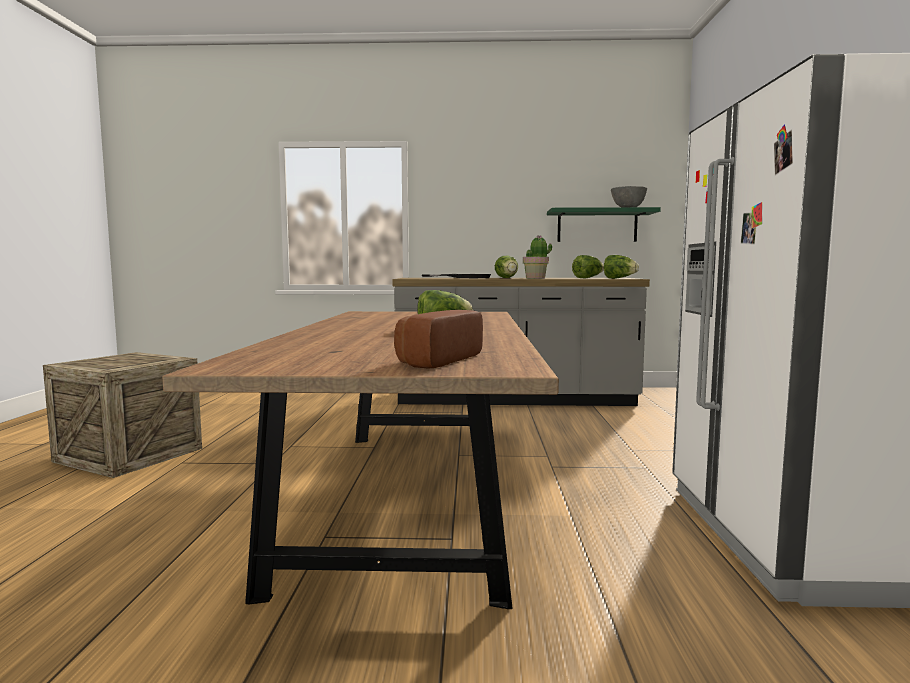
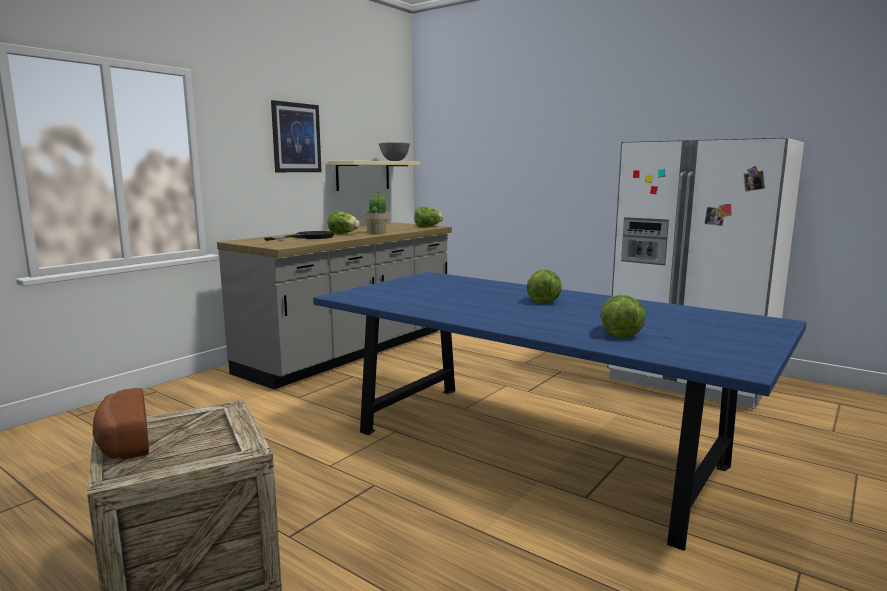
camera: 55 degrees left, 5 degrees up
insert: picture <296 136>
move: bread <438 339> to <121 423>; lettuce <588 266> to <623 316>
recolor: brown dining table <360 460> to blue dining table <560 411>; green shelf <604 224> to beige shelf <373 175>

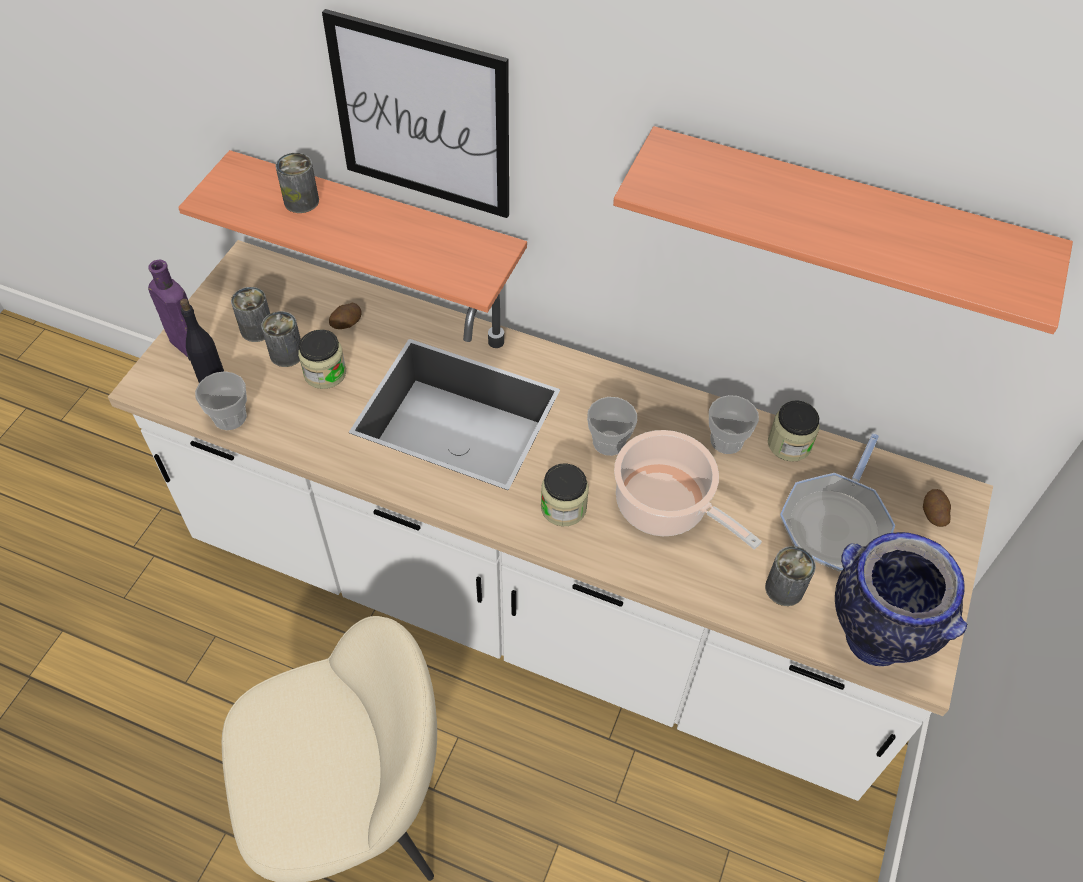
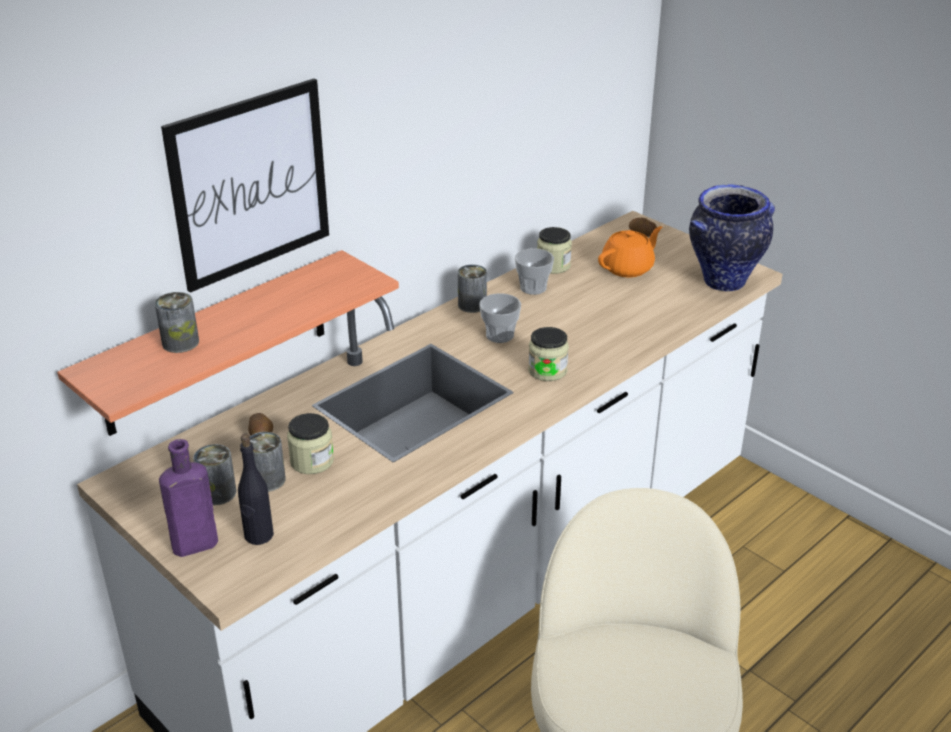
camera: 65 degrees left, 20 degrees down
delete: cup <221 400>; shelf <843 230>; cooking pot <688 490>
move: can <790 576> to <472 289>
replace: frying pan <837 502> to orange teapot <630 251>

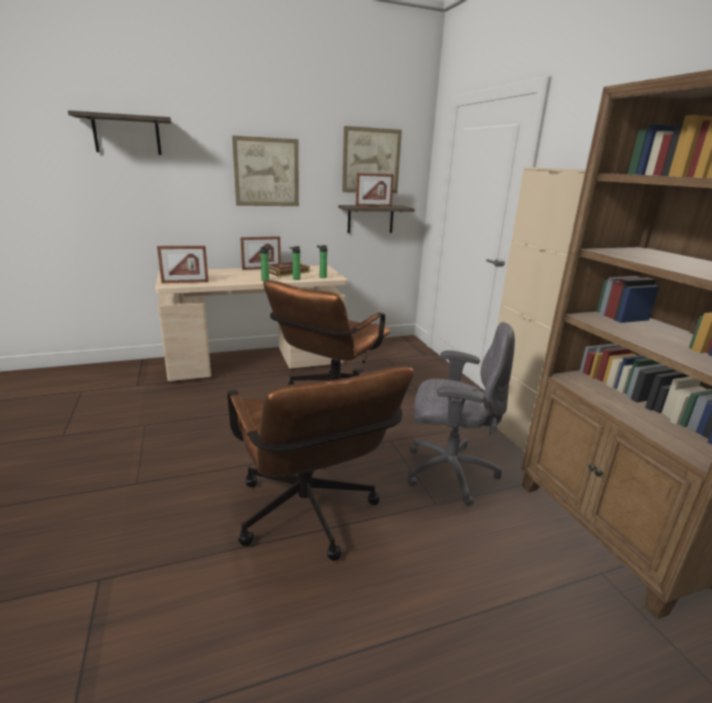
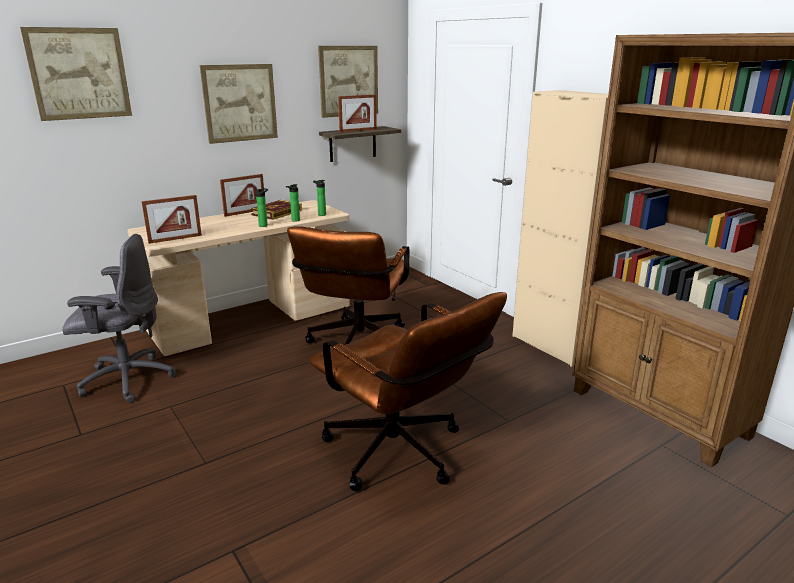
camera: 15 degrees left, 0 degrees up
move: grey office chair <461 414> to <119 318>
replace: shelf <119 132> to picture <76 74>

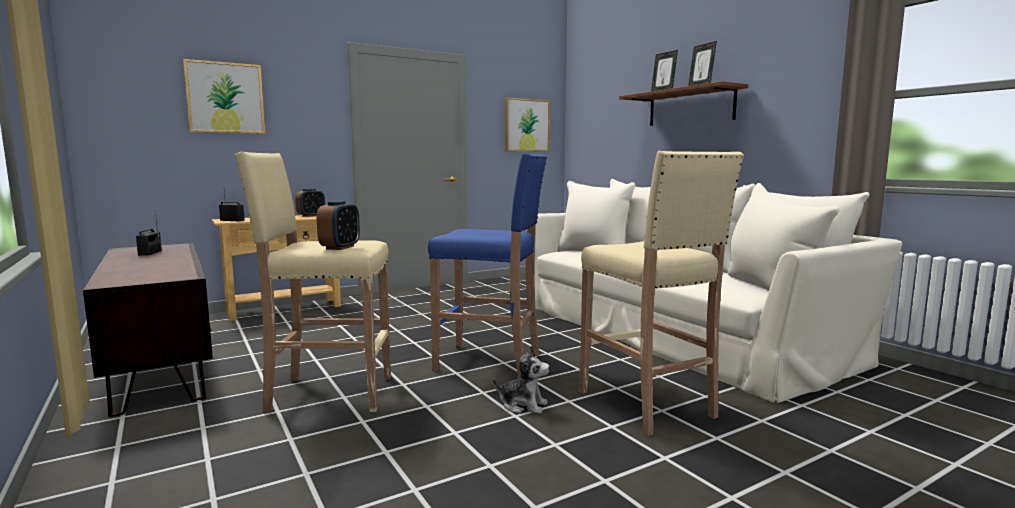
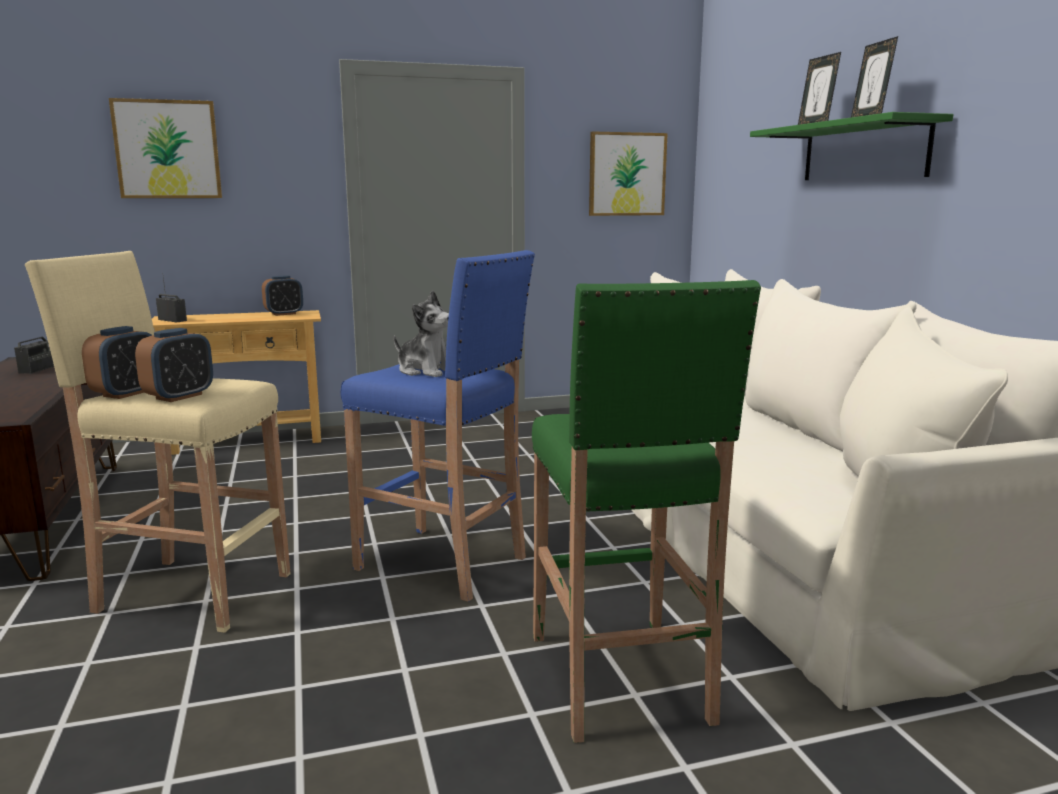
camera: 15 degrees right, 5 degrees up
insert: alarm clock <117 362>
move: plush toy <521 380> to <421 334>
recolor: beige stool <661 293> to green stool <646 511>; brown shelf <683 103> to green shelf <851 146>

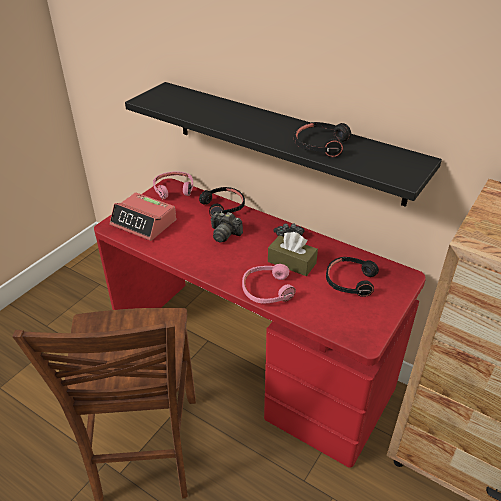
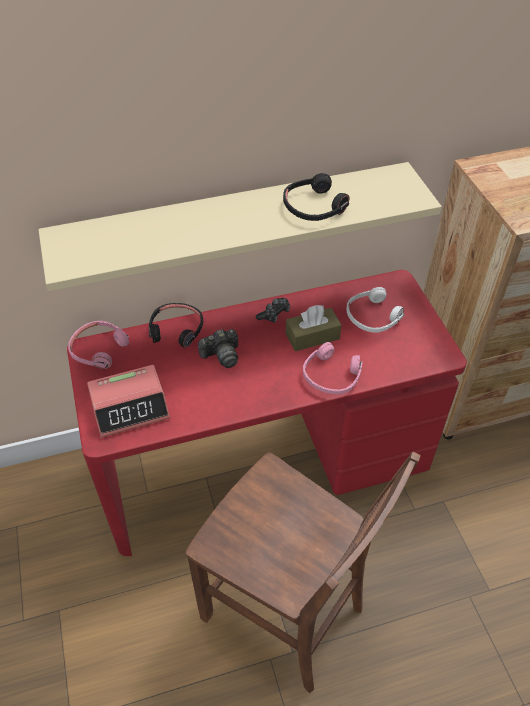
camera: 50 degrees left, 10 degrees up
recolor: black shelf <283 144> to beige shelf <240 226>; black headphones <352 277> to white headphones <375 310>

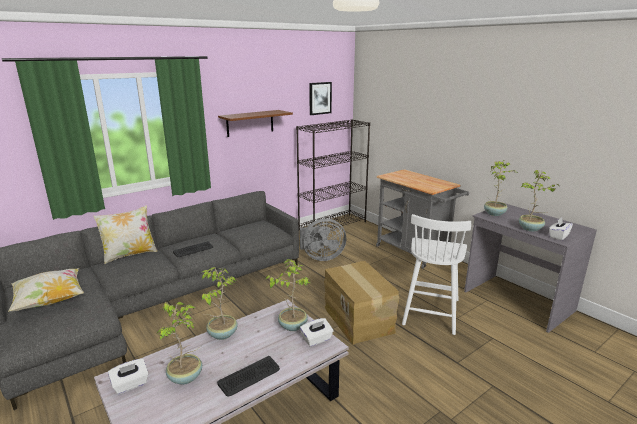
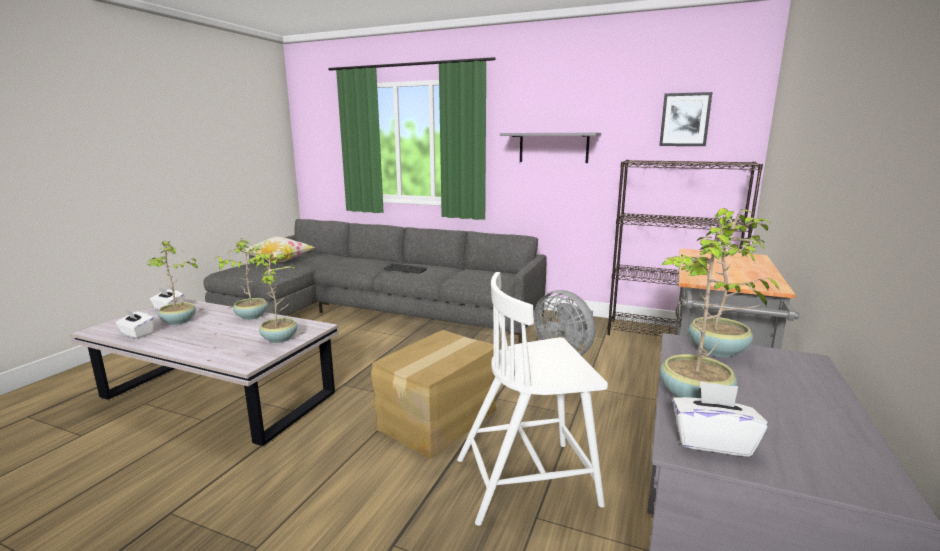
camera: 60 degrees right, 5 degrees down
delete: pillow <125 234>; keyboard <248 376>
move: white tissue box <316 332> to <134 324>
recolor: brown shelf <255 123> to grey shelf <550 148>

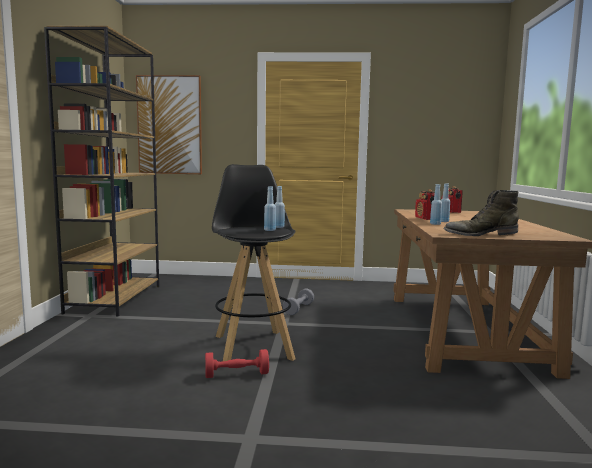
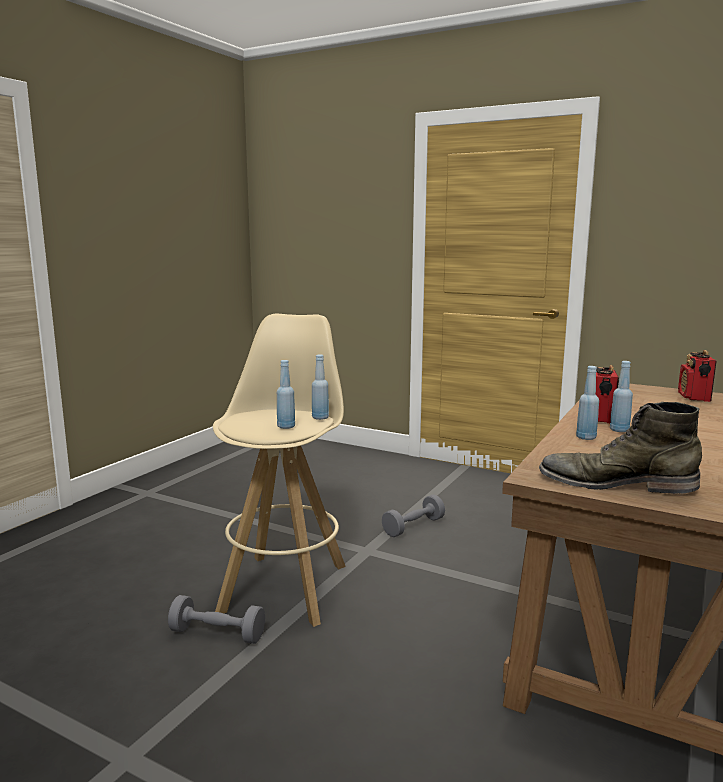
camera: 25 degrees right, 5 degrees up
delete: brown bookcase <101 171>; picture <169 124>
recolor: red dumbbell <237 363> to grey dumbbell <216 619>; black stool <253 262> to beige stool <279 470>

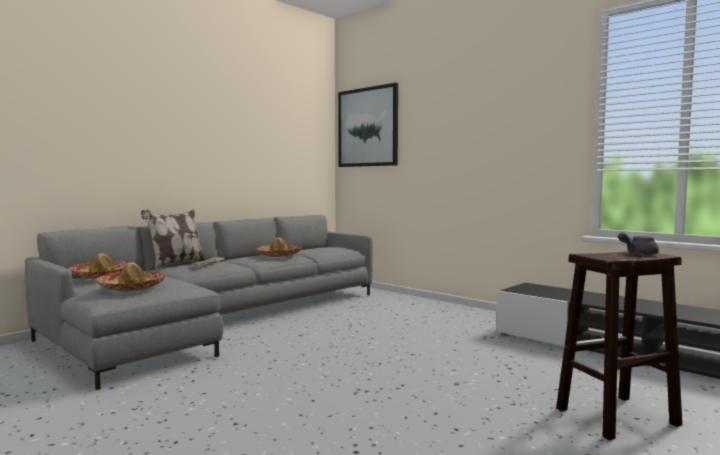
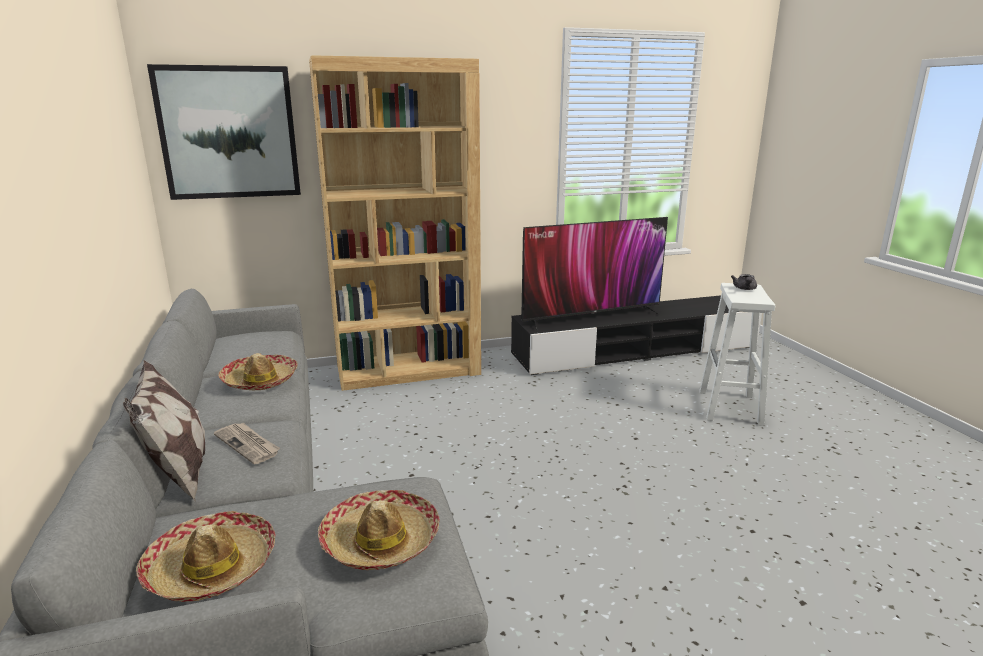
camera: 60 degrees left, 15 degrees up
insert: brown bookcase <395 223>; television <594 275>
recolor: brown stool <619 345> to white stool <737 354>

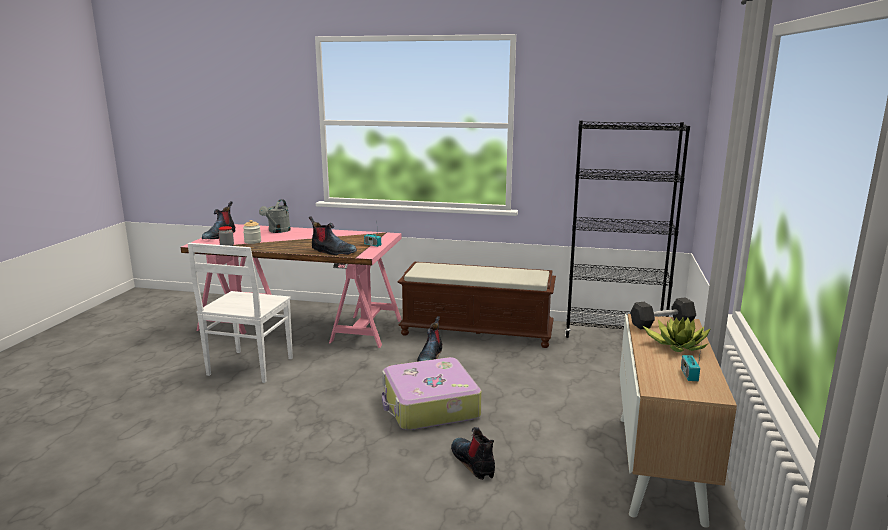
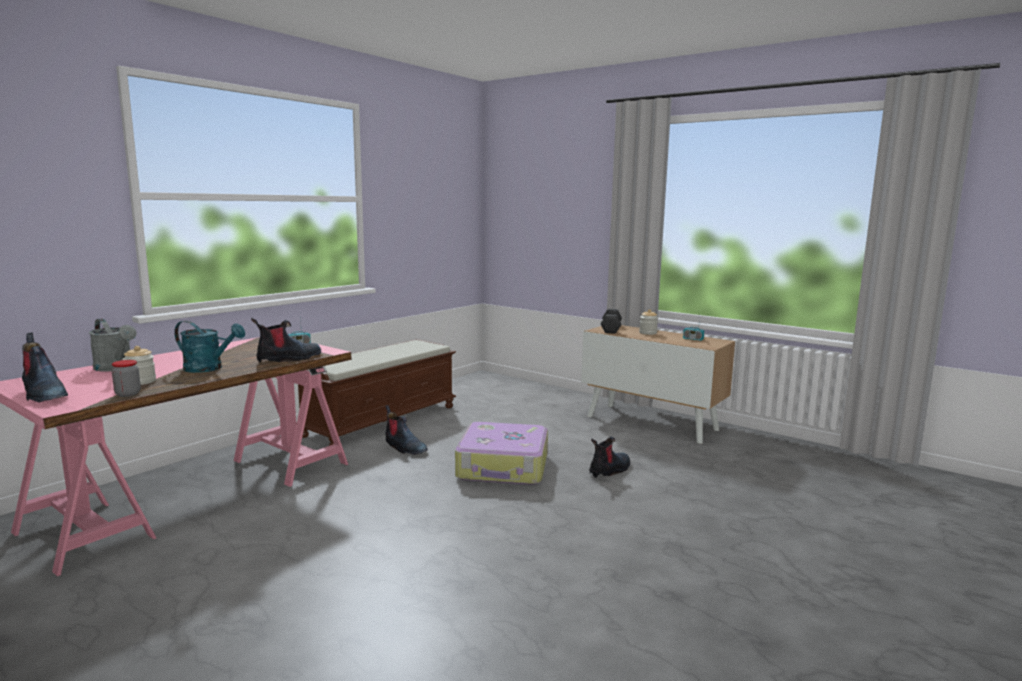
camera: 65 degrees left, 5 degrees down
delete: white chair <240 313>; black bookcase <627 229>
insert: turquoise watering can <209 347>
replace: potted plant <676 334> to jar <648 322>
rotate: boot <473 453> = <609 457> 135 degrees clockwise

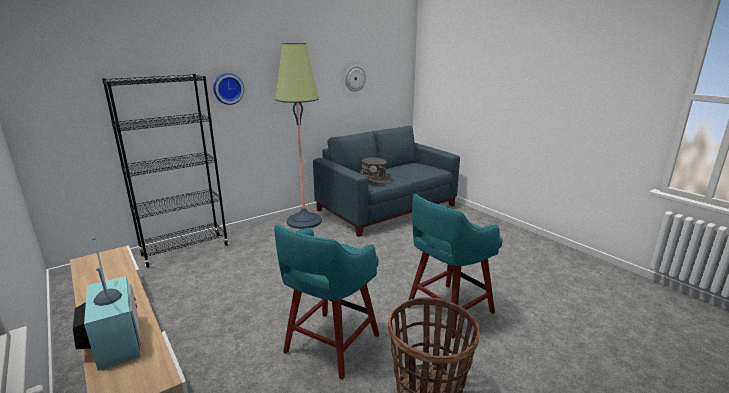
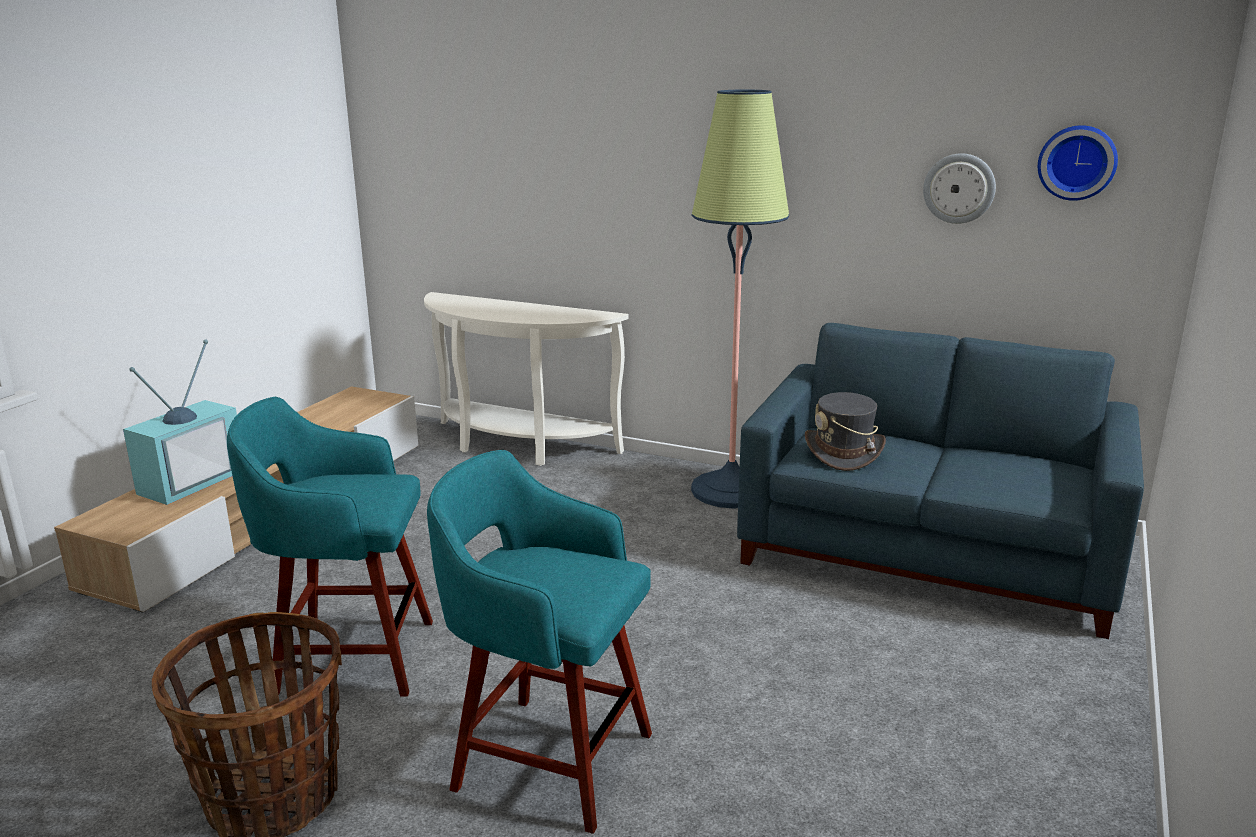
camera: 60 degrees right, 0 degrees up
move: wall clock <228 89> to <1078 163>
replace: black bookcase <165 171> to white console table <526 379>

